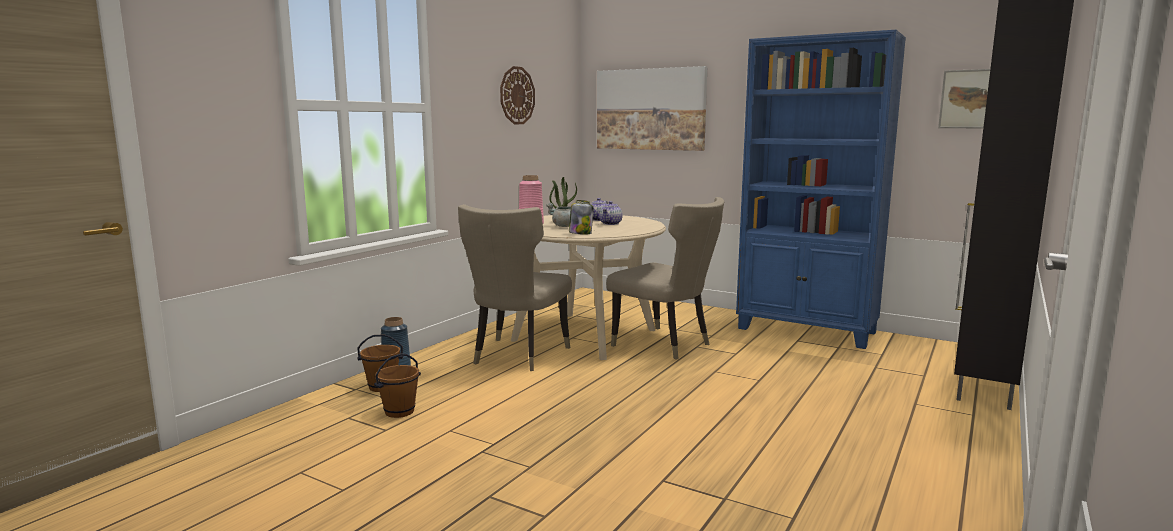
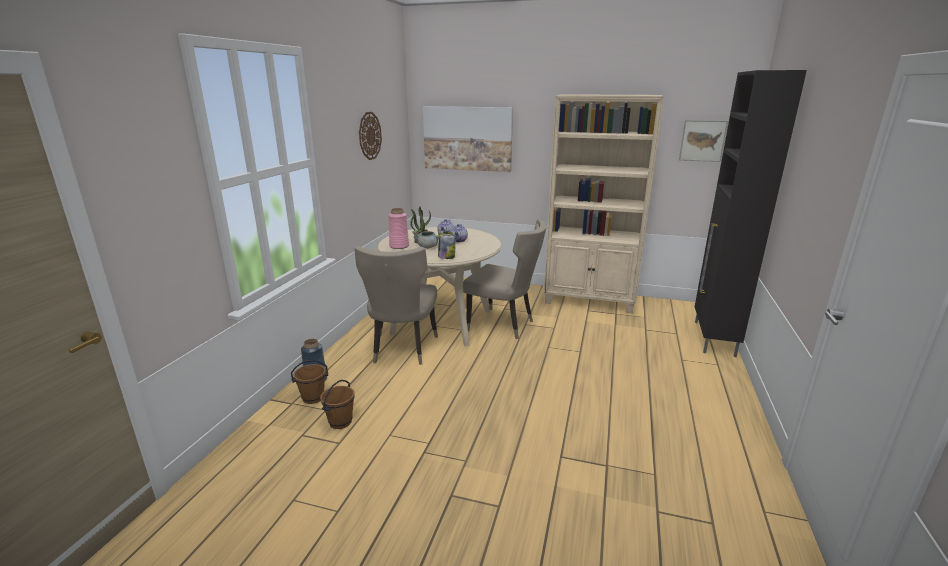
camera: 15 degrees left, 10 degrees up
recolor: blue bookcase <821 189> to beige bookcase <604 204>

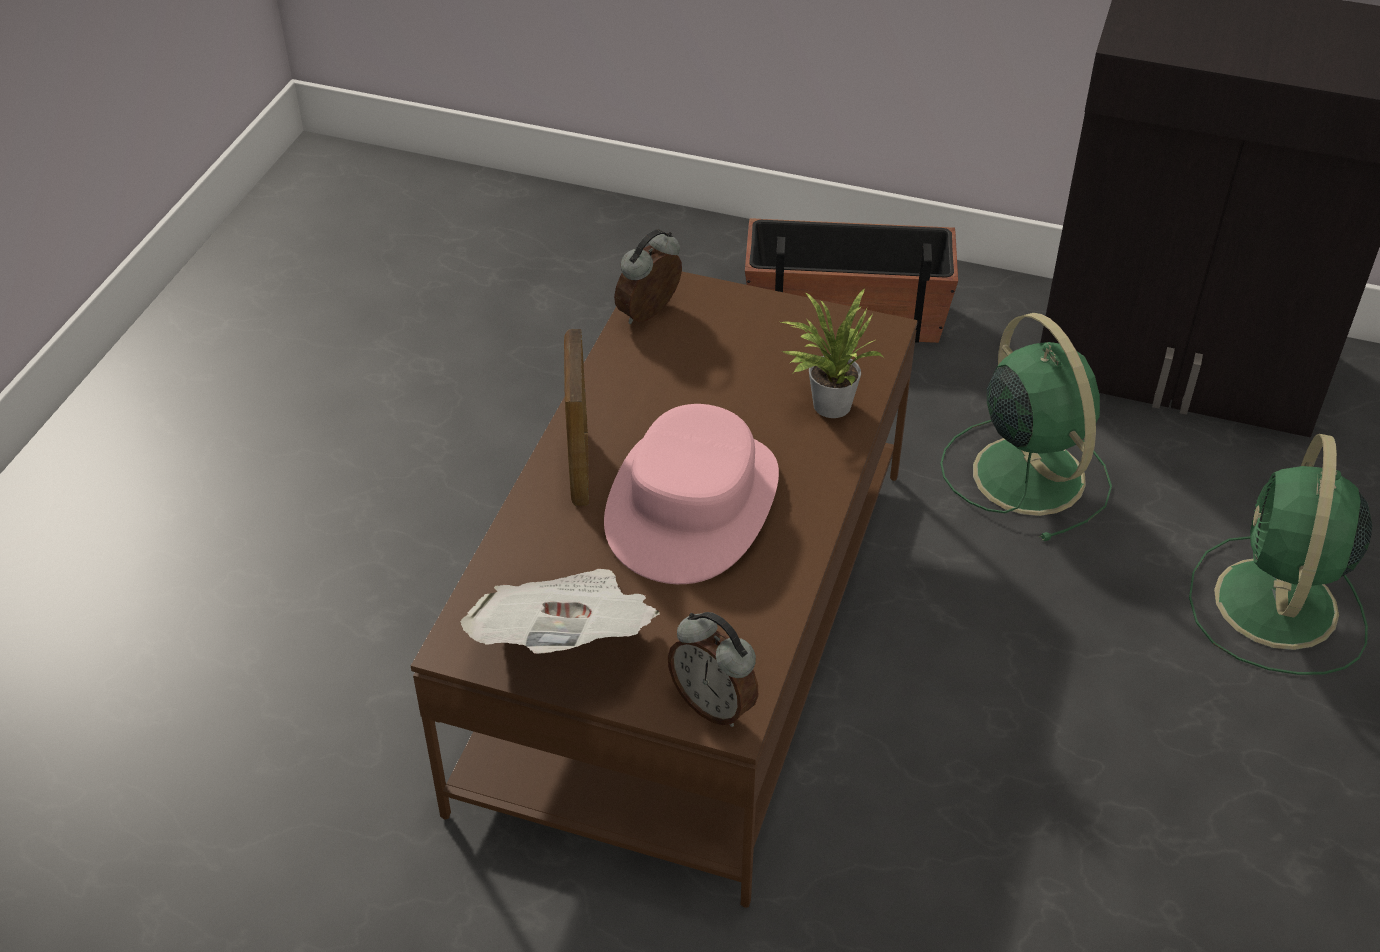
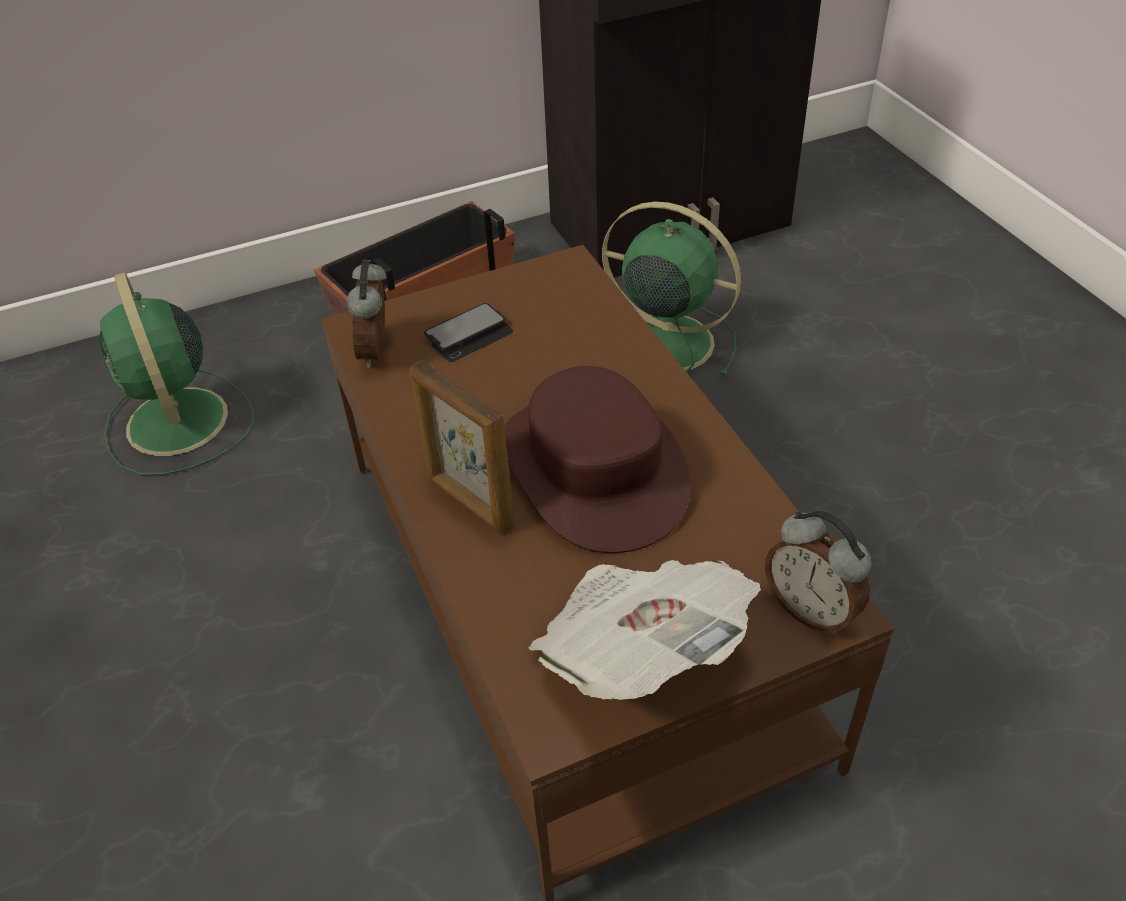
camera: 40 degrees left, 0 degrees up
delete: potted plant <832 353>
insert: phone <468 332>
move: green fan <1280 554> to <177 373>
recolor: pink hat <691 494> to brown hat <598 459>
rotate: alarm clock <713 669> = <818 572> 45 degrees clockwise

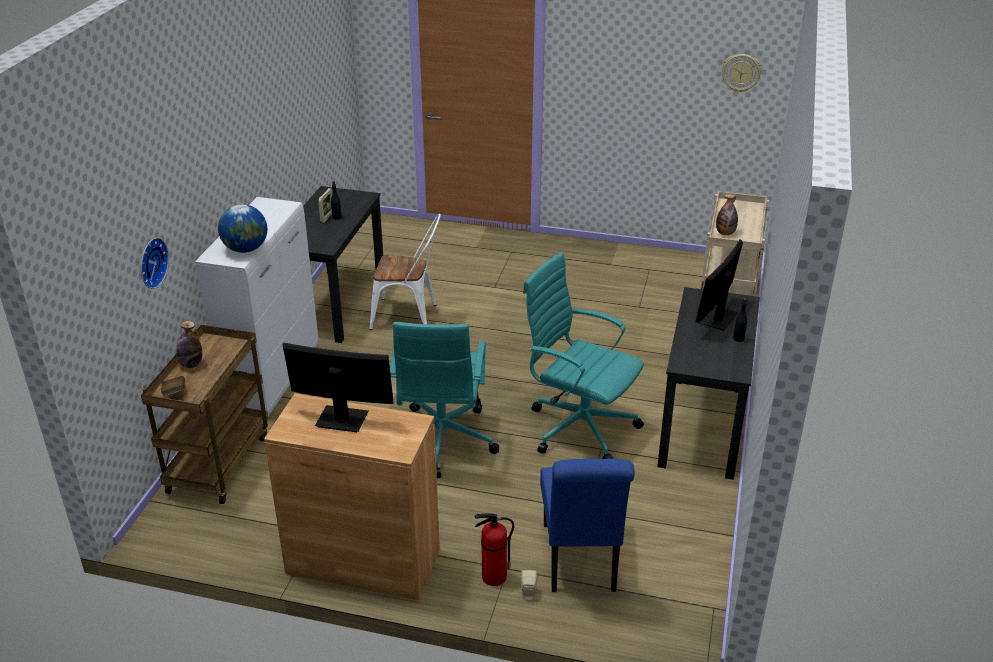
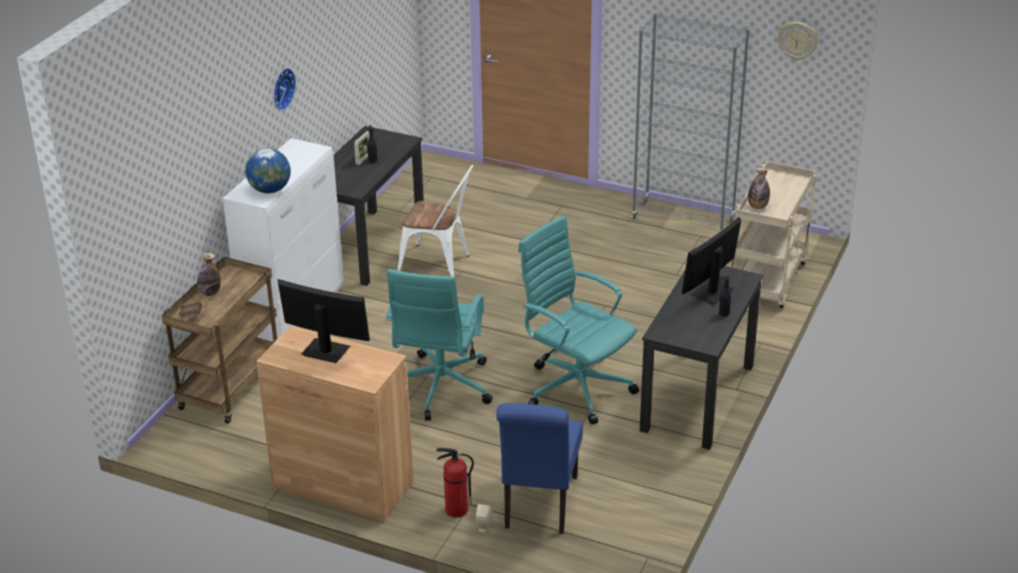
camera: 10 degrees right, 0 degrees up
insert: grey bookcase <691 122>
move: wall clock <155 263> to <284 89>

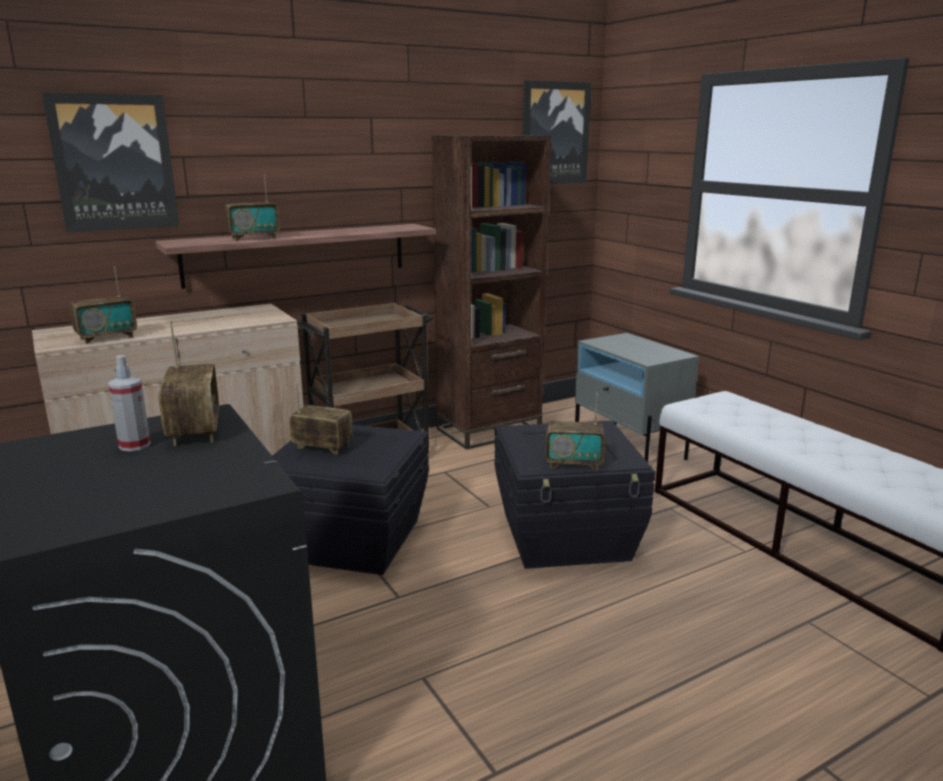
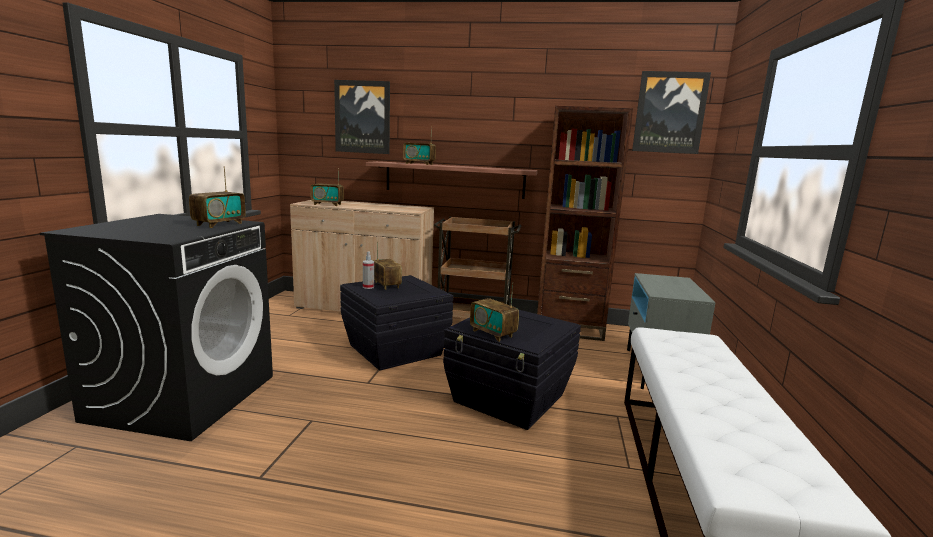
camera: 40 degrees right, 5 degrees down
move: spray bottle <129 403> to <368 270>

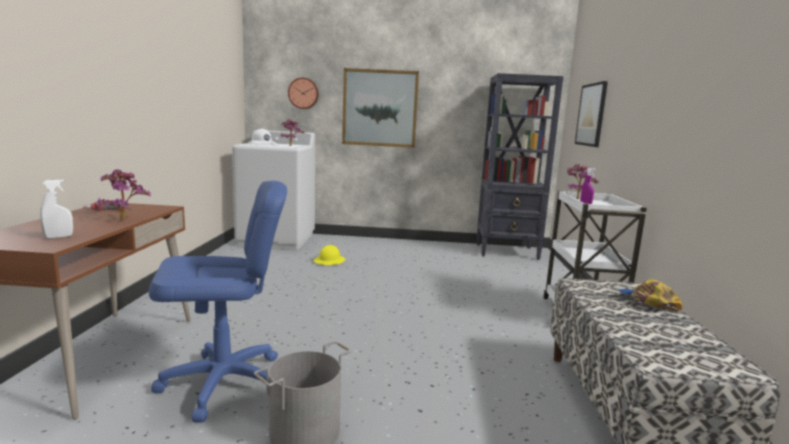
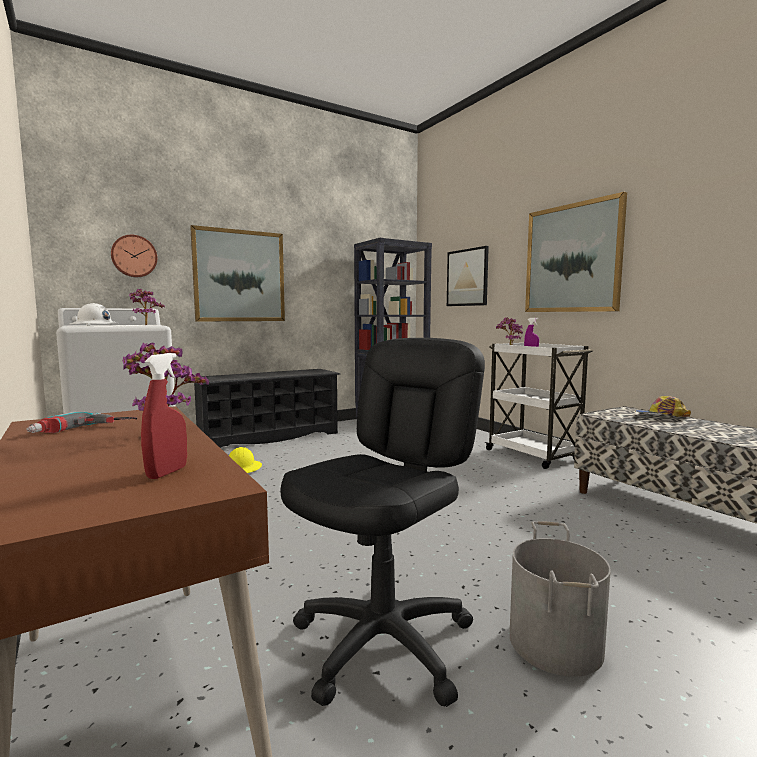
camera: 35 degrees left, 5 degrees down
insert: black shoe rack <267 408>; picture <576 252>
recolor: white spray bottle <56 209> to red spray bottle <164 416>; blue office chair <218 302> to black office chair <382 522>

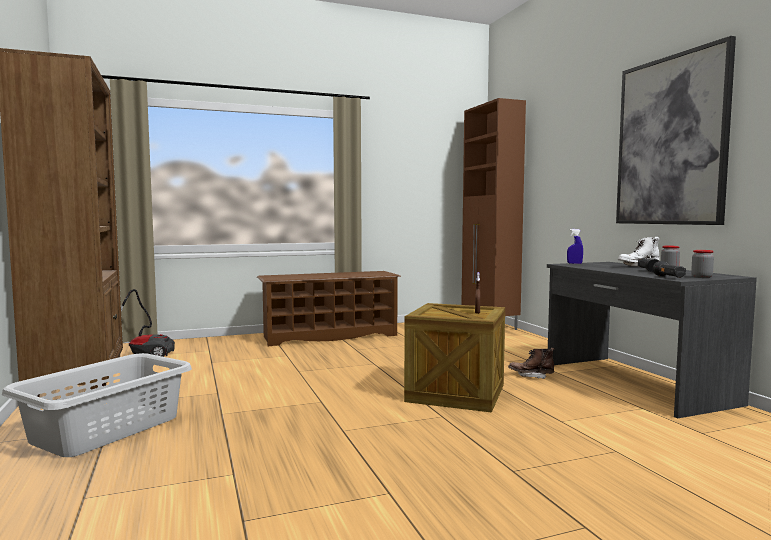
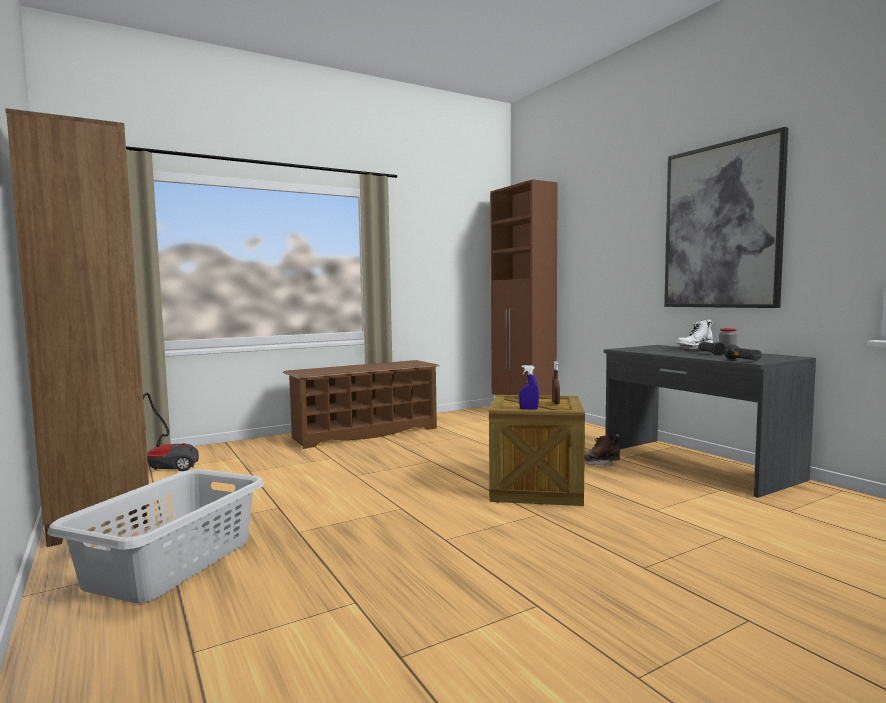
camera: 10 degrees left, 0 degrees up
delete: jar <702 264>
move: blue spray bottle <575 246> to <529 387>

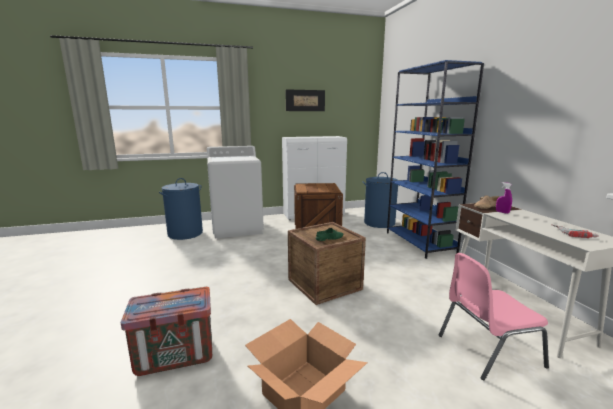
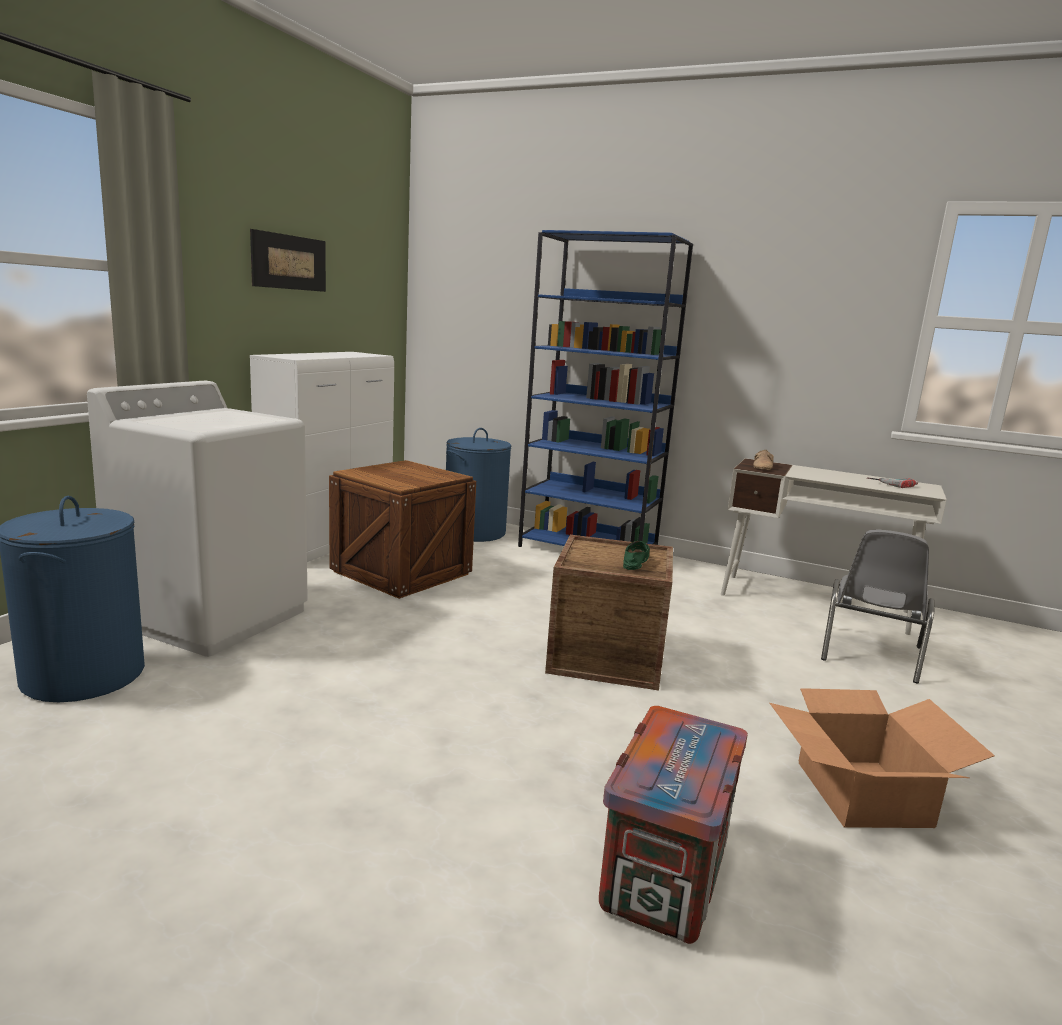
camera: 50 degrees left, 0 degrees up
delete: purple spray bottle <504 198>
recolor: pink chair <494 316> to grey chair <878 606>

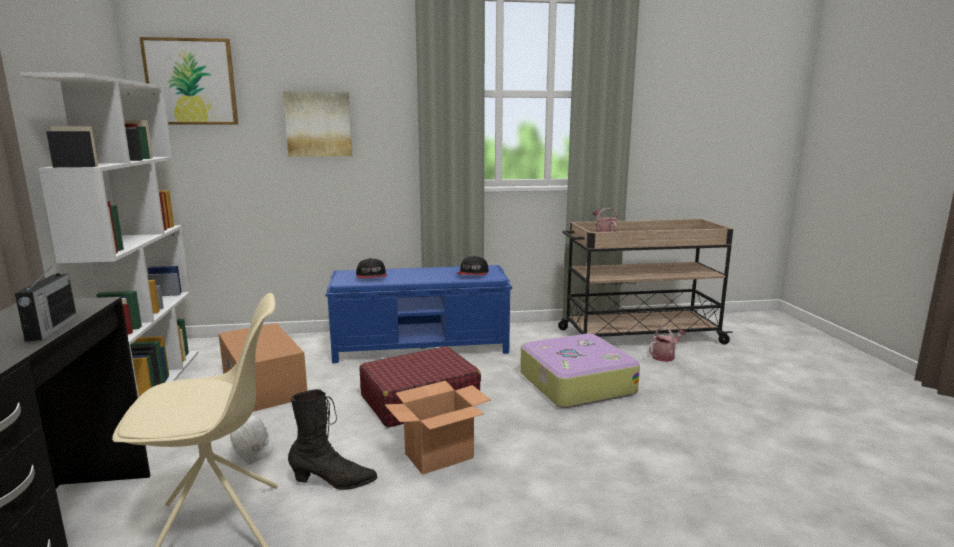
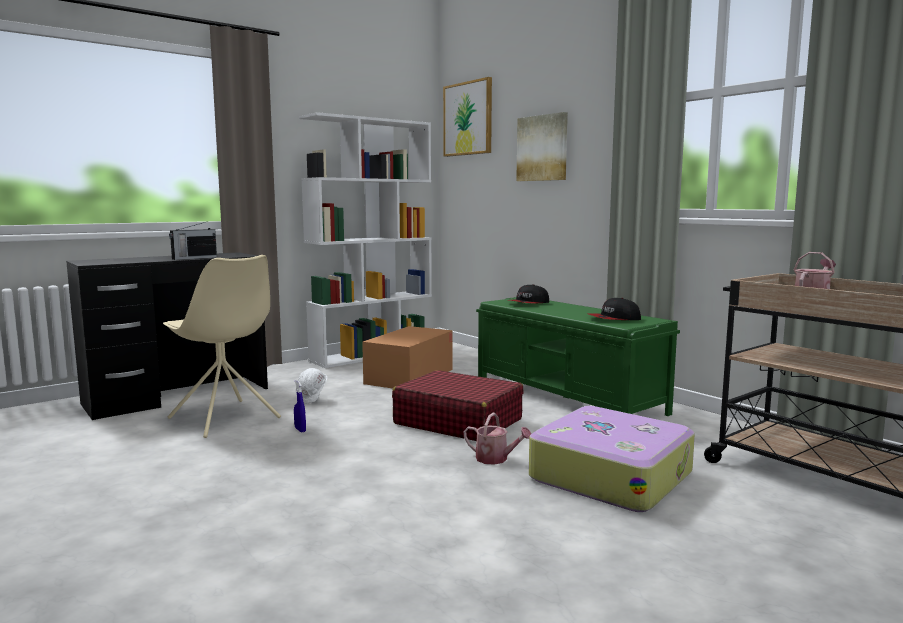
camera: 60 degrees right, 5 degrees down
delete: cardboard box <437 428>
move: watering can <667 344> to <497 439>
replace: black boot <332 439> to blue spray bottle <300 406>
recolor: blue bench <418 314> to green bench <578 356>

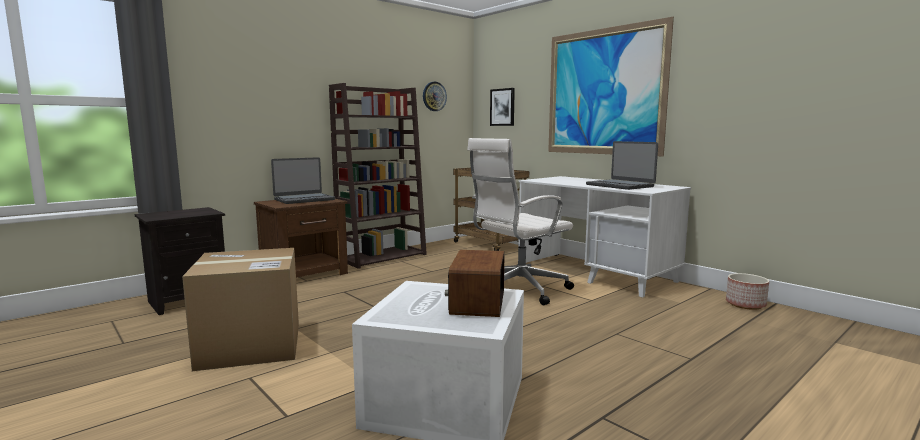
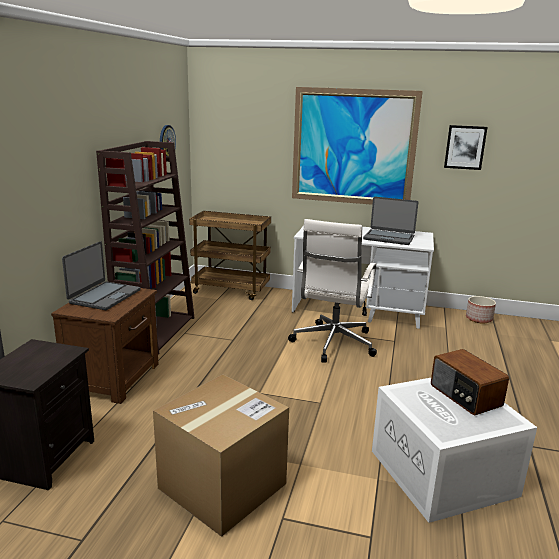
camera: 35 degrees left, 10 degrees up
move: picture <502 107> to <466 147>

